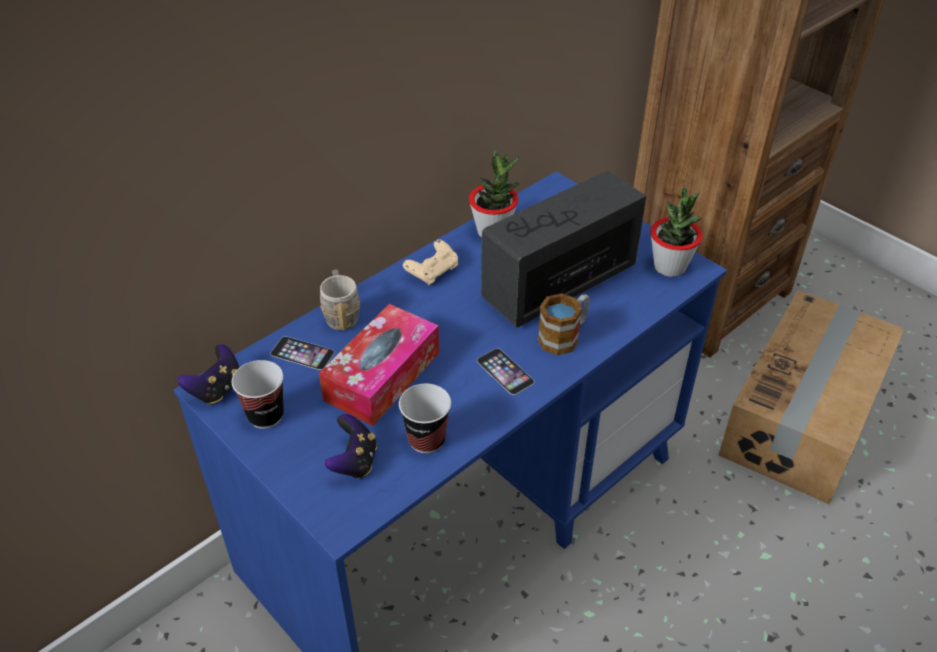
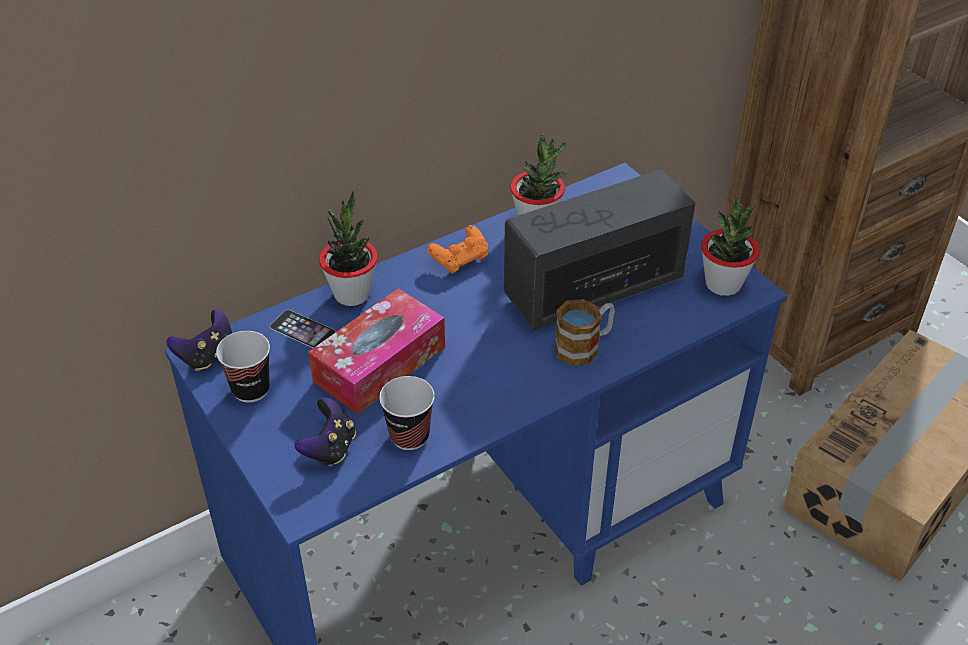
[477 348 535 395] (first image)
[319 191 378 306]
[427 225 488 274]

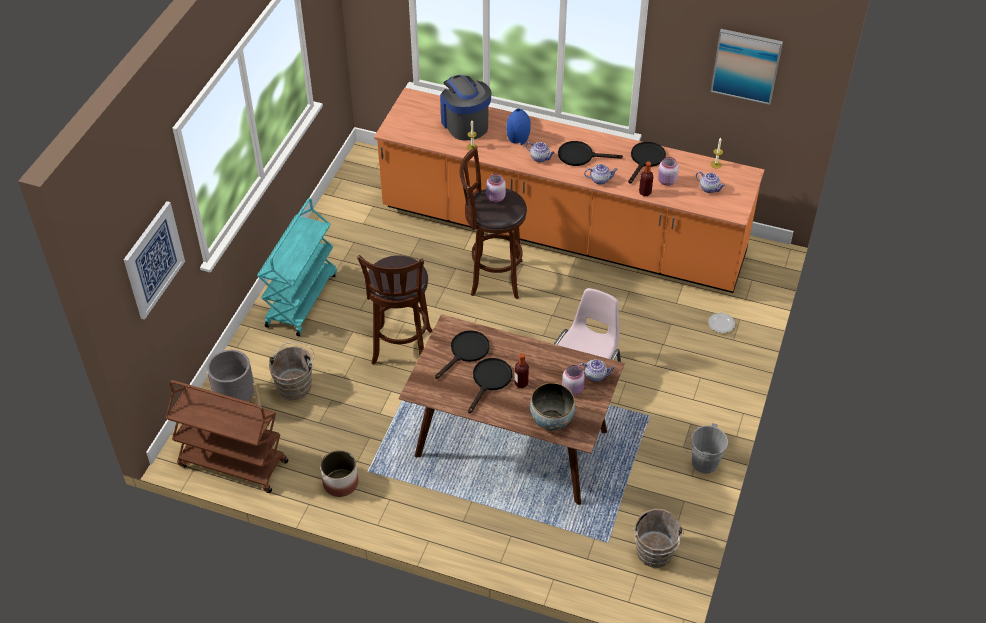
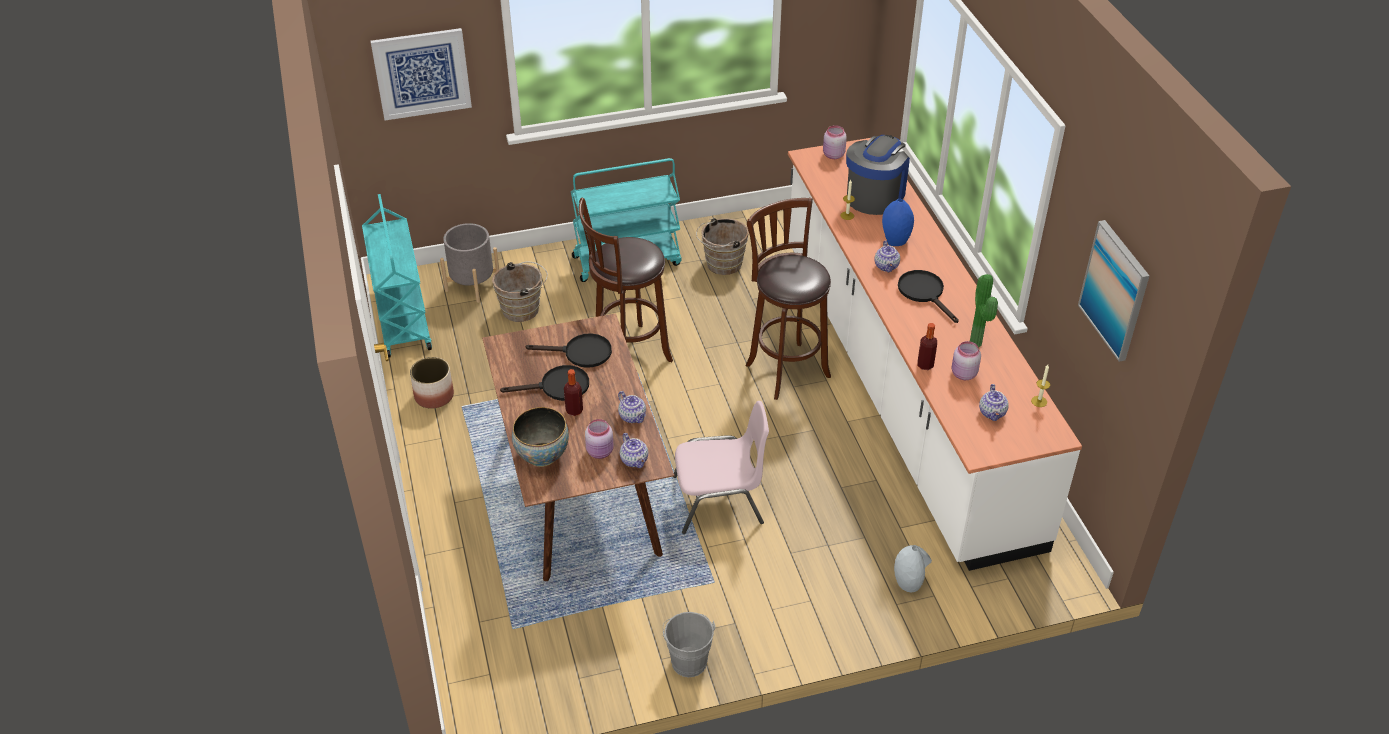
[823 125 847 159]
[618 391 646 423]
[696 218 749 275]
[970 274 998 348]
[894 545 932 592]
[362 194 432 358]
[788 138 1082 571]

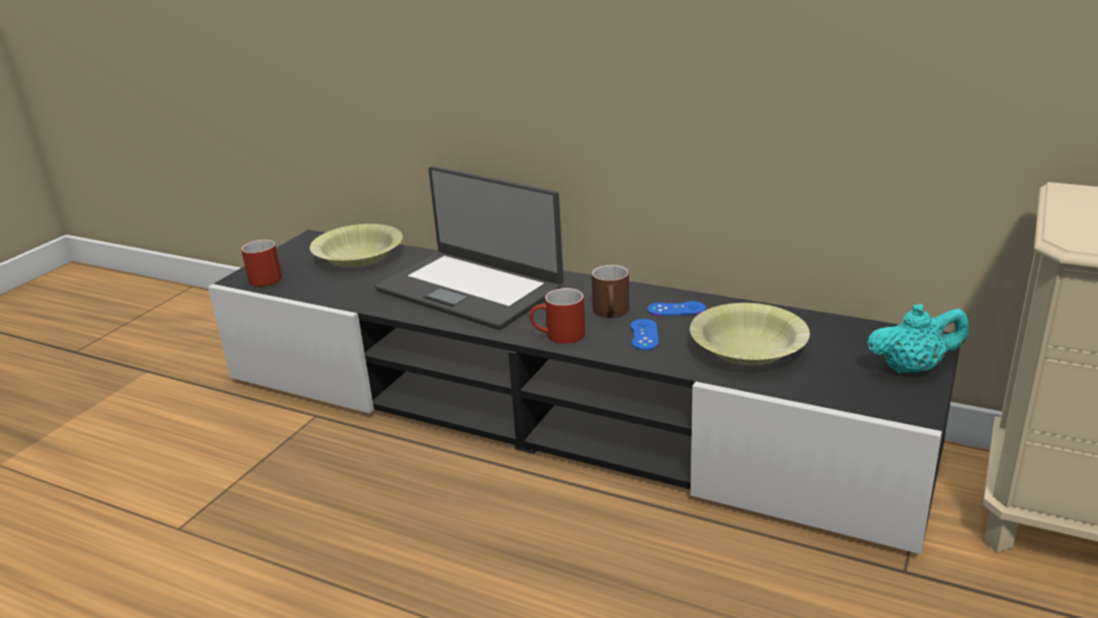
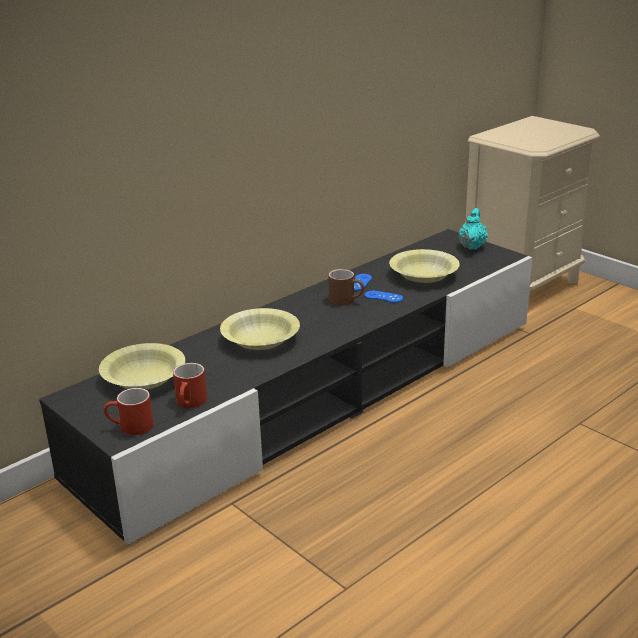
[173 363 207 408]
[220 308 300 350]

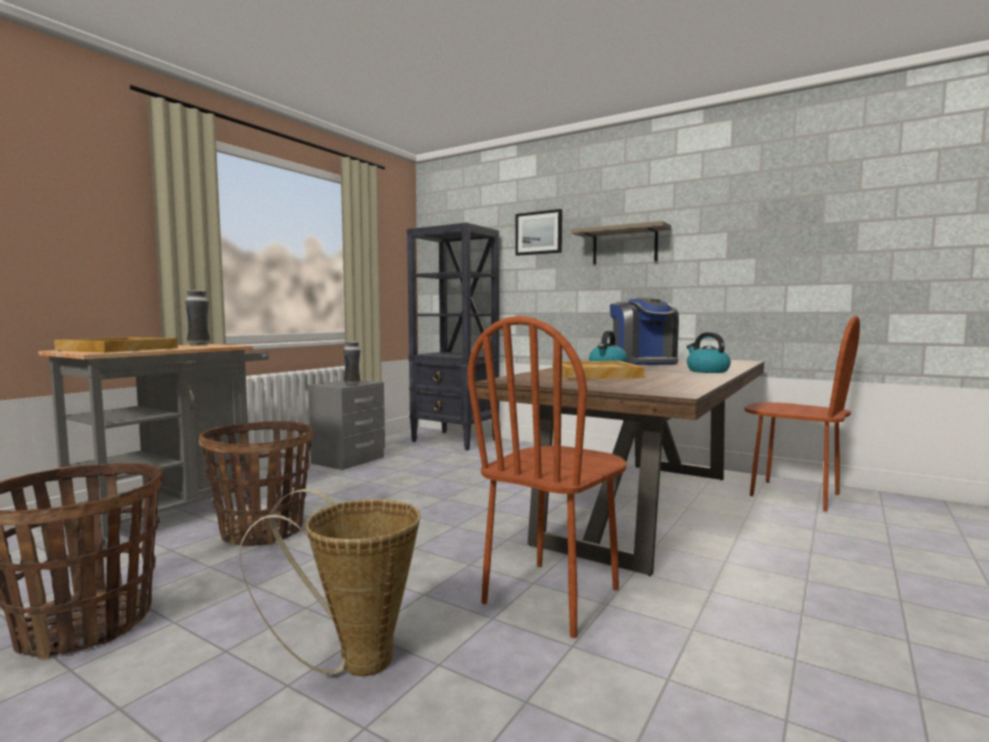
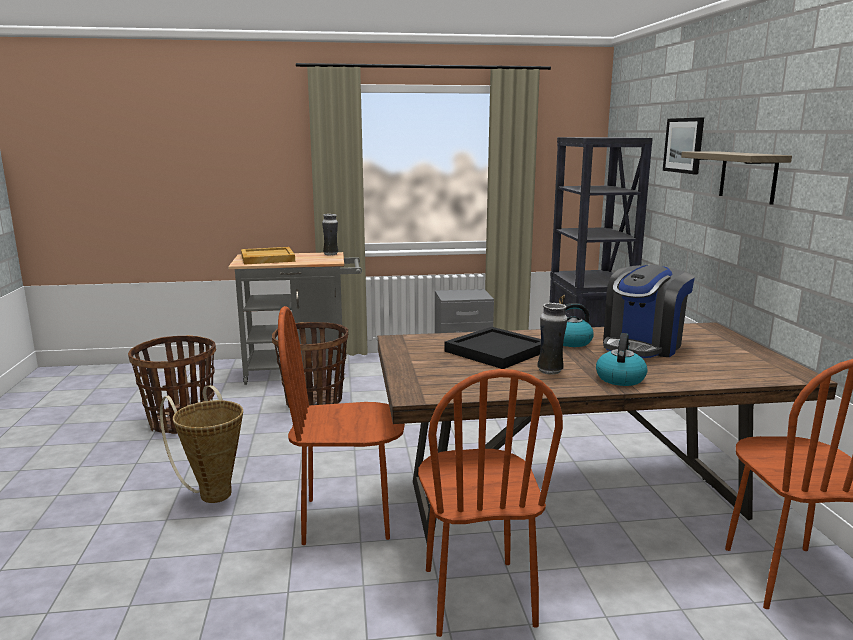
[418 369 563 637]
[537 303 568 375]
[445 327 541 369]

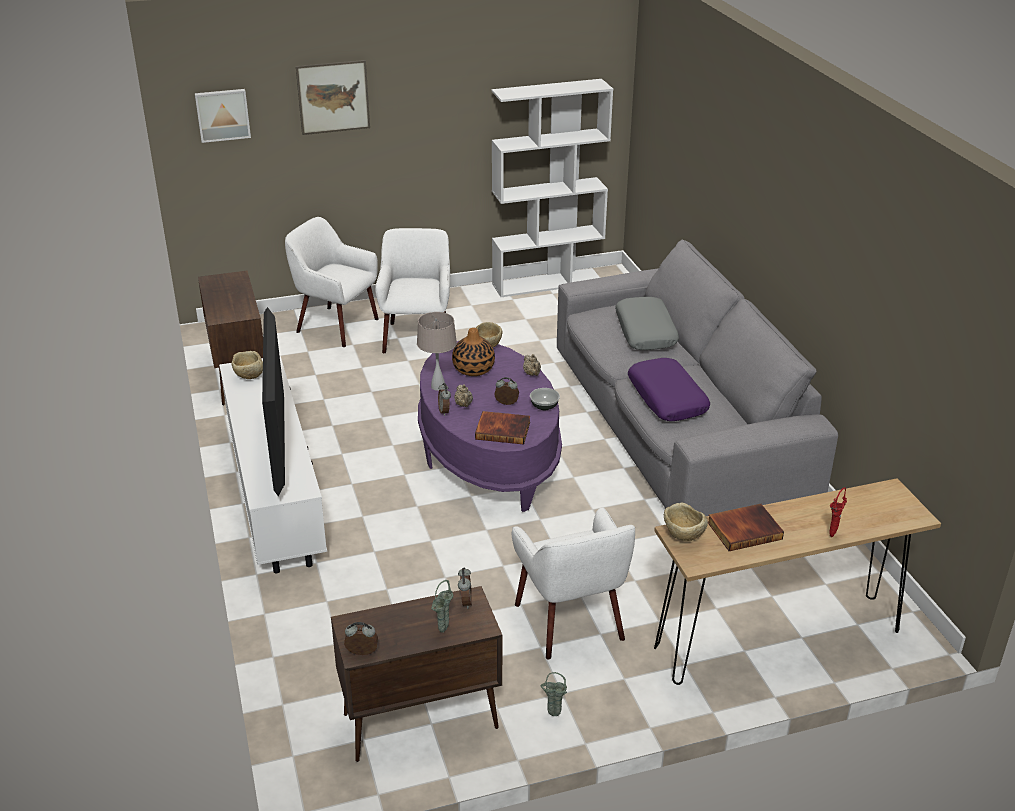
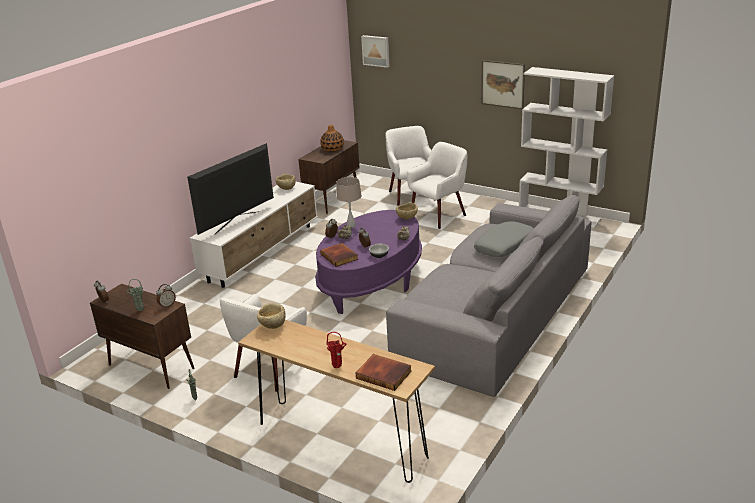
[628 358 710 421] (first image)
[481 60 525 109]
[320 125 344 152]
[356 354 412 391]

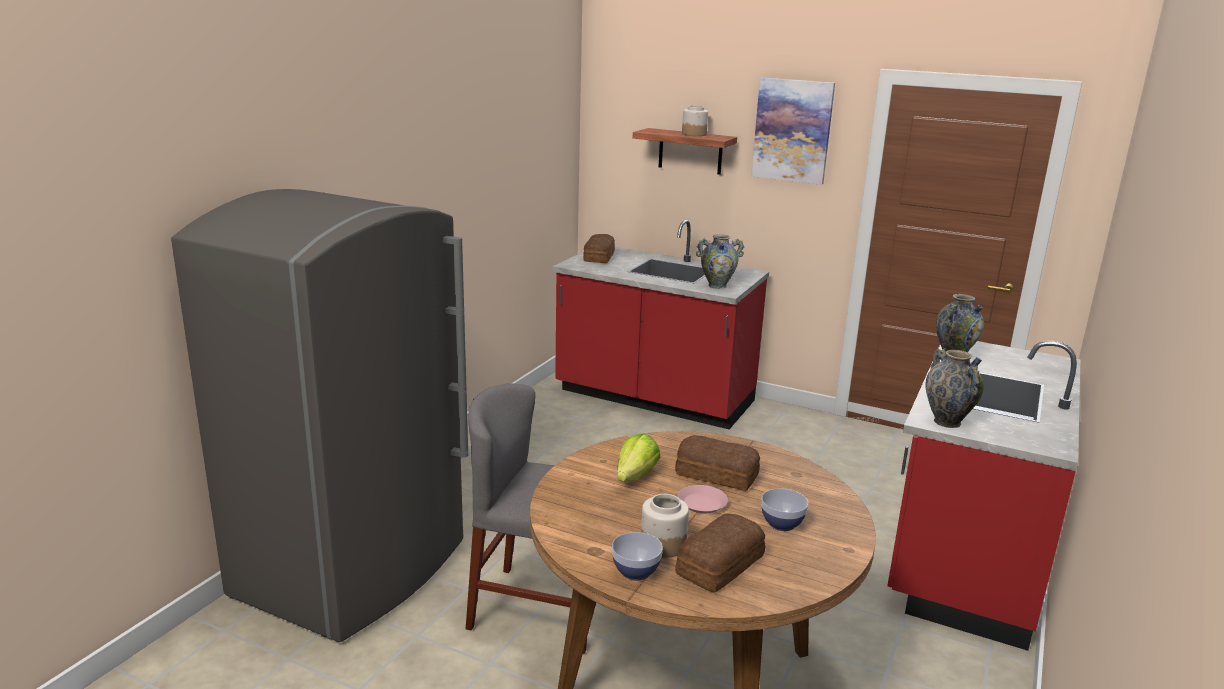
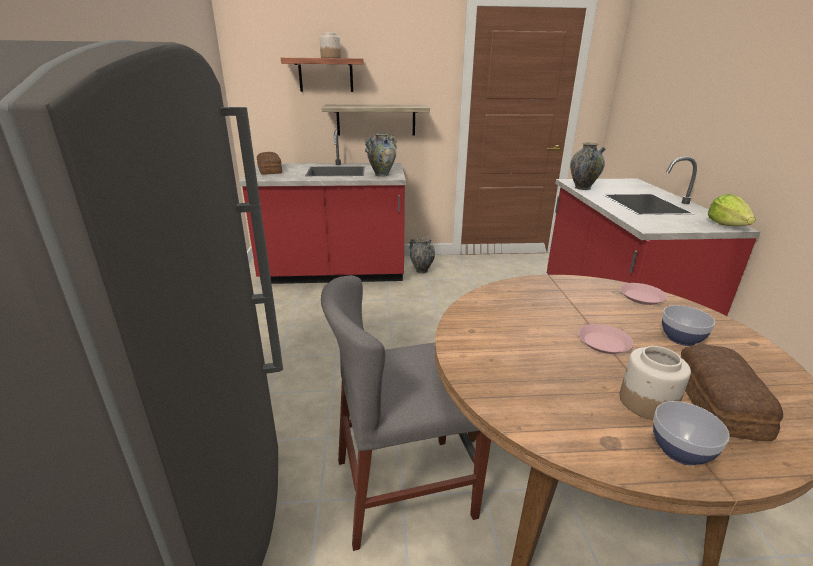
[675 435 760 491] (first image)
[751 78 835 185] (first image)
[322 105 430 135]
[620 283 667 305]
[708 194 756 226]
[409 238 435 274]

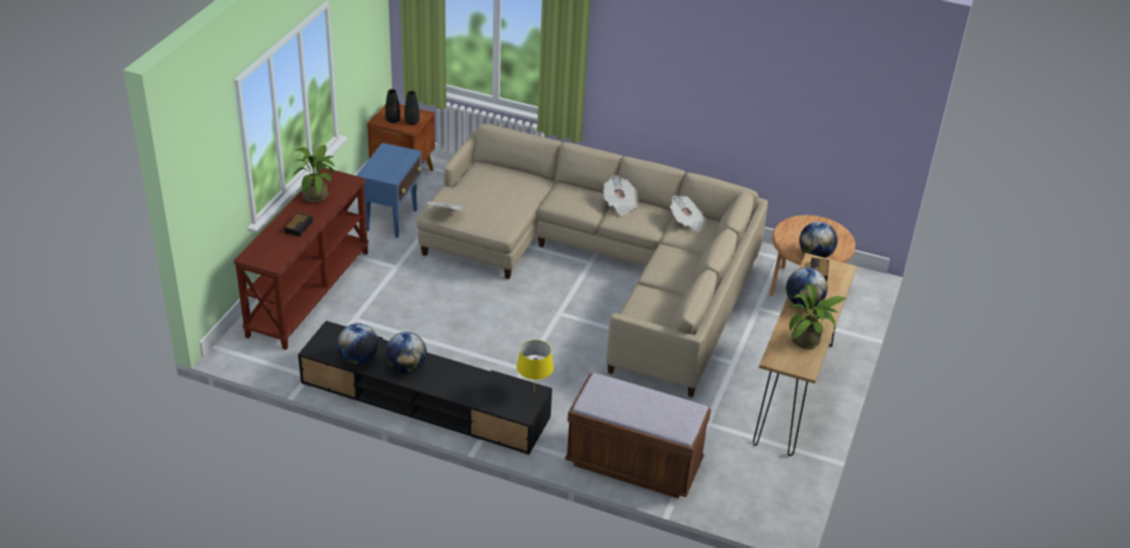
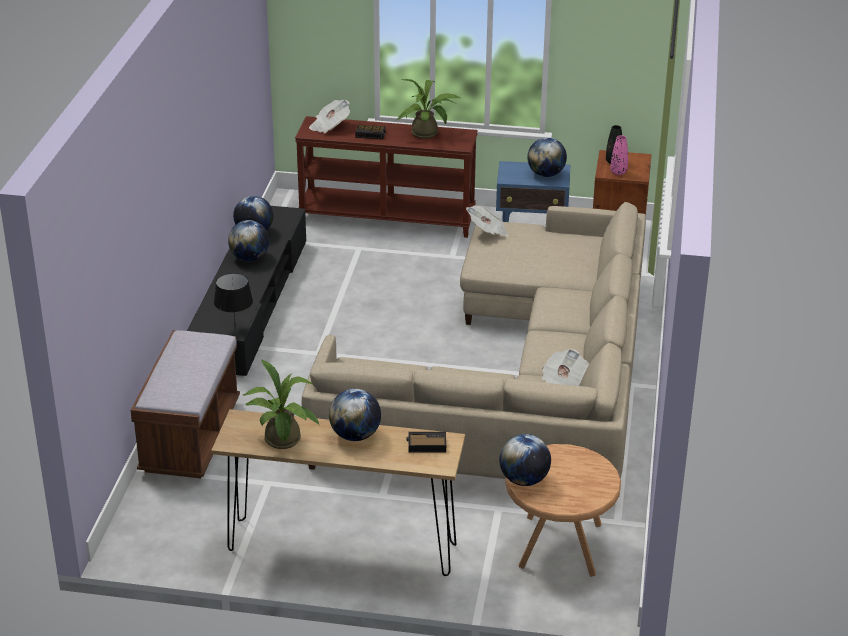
[527 137 567 177]
[309 100 350 133]
[610 135 628 175]
[214 273 253 331]

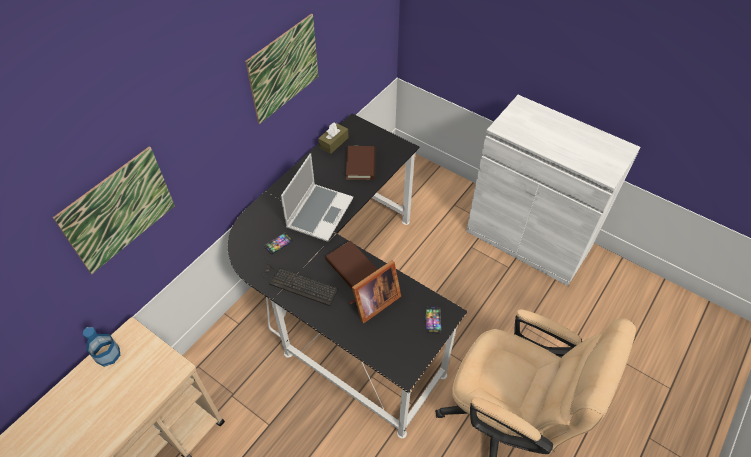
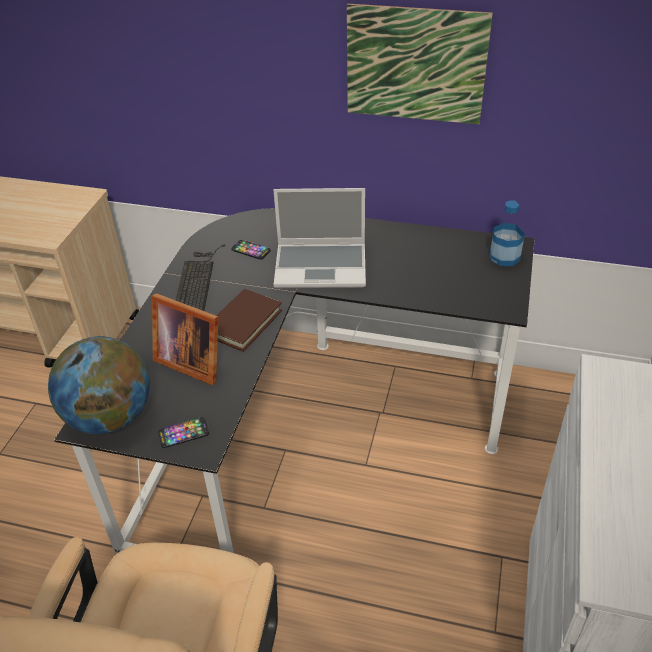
[53 146 175 274] (first image)
[318 122 349 154] (first image)
[346 146 375 180] (first image)
[48 336 150 434]
[490 200 525 266]

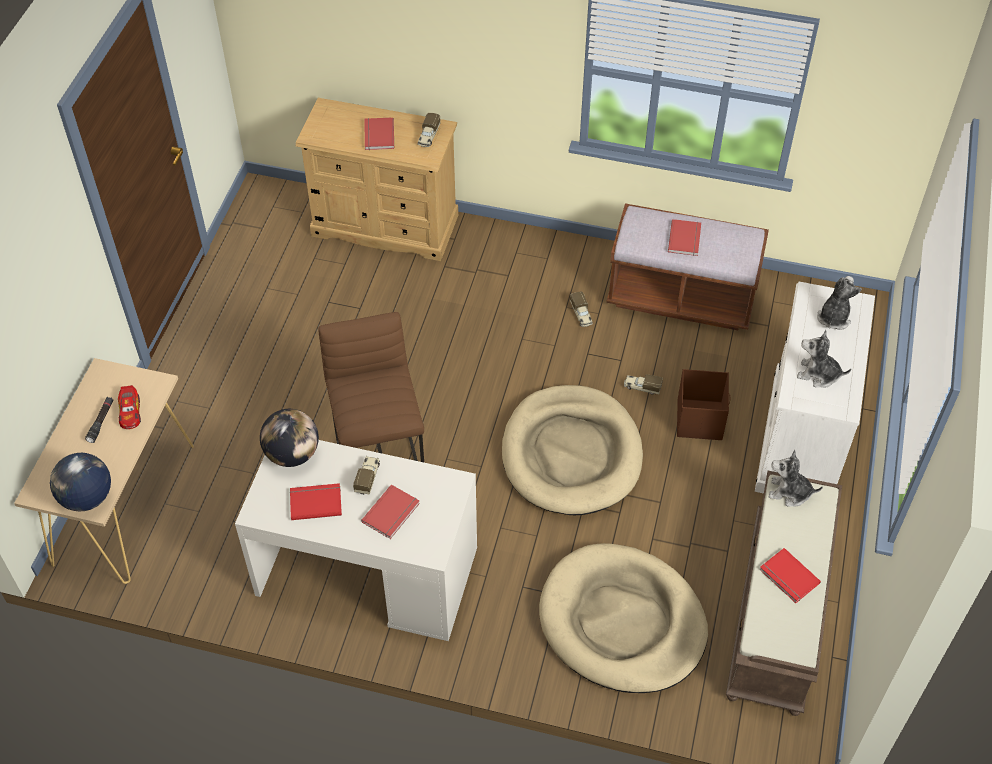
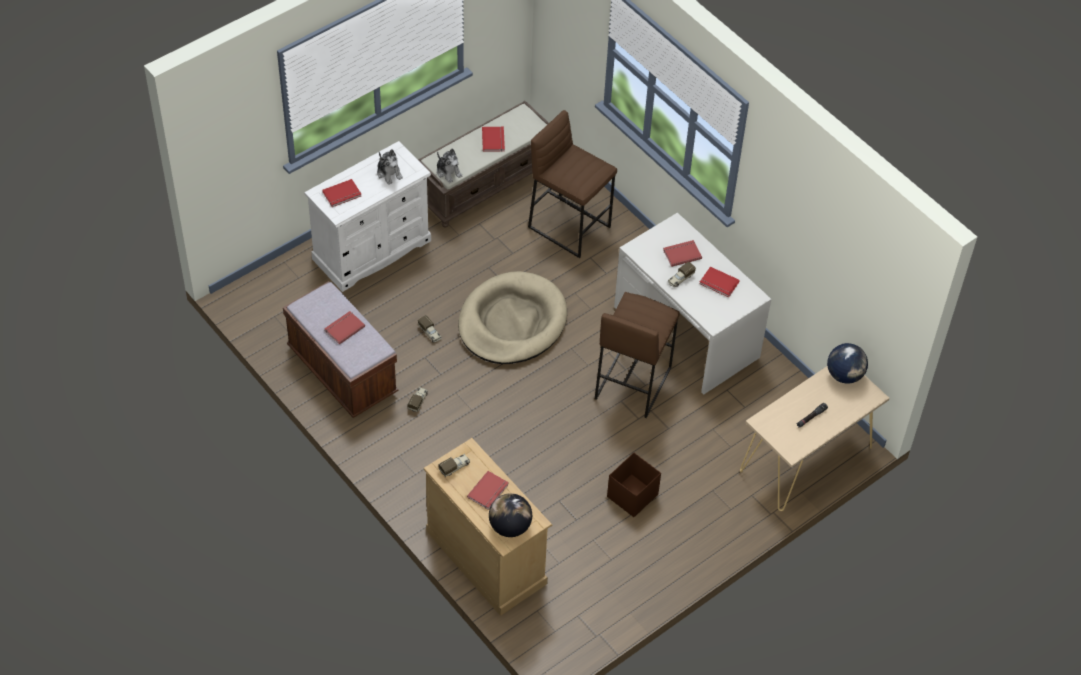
[118 385 141 429] (first image)
[489 493 532 537]
[607 453 661 517]
[528 110 617 258]
[322 179 361 207]

